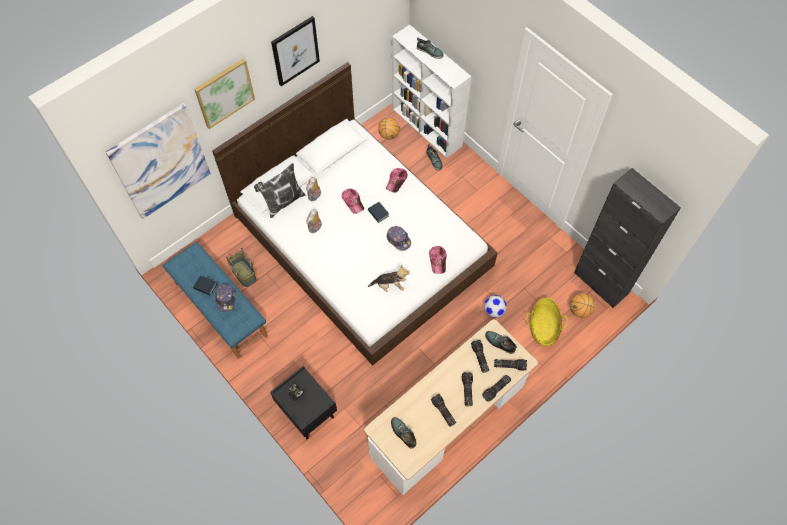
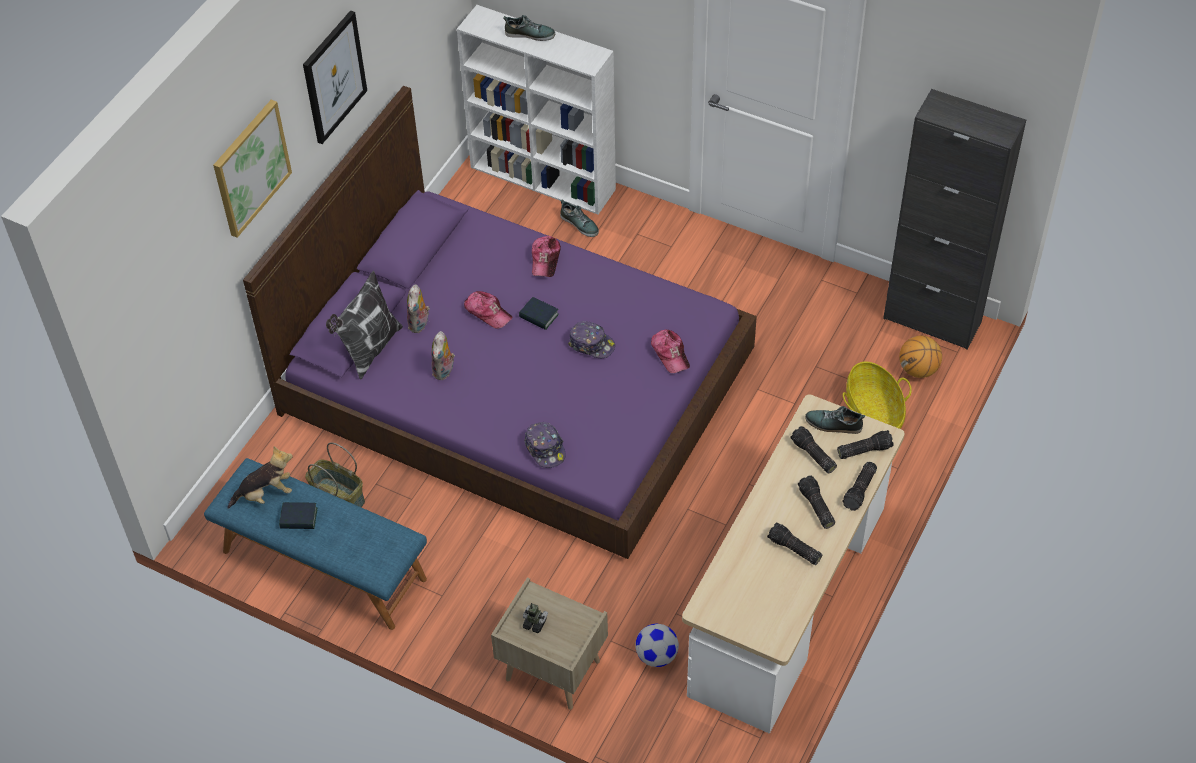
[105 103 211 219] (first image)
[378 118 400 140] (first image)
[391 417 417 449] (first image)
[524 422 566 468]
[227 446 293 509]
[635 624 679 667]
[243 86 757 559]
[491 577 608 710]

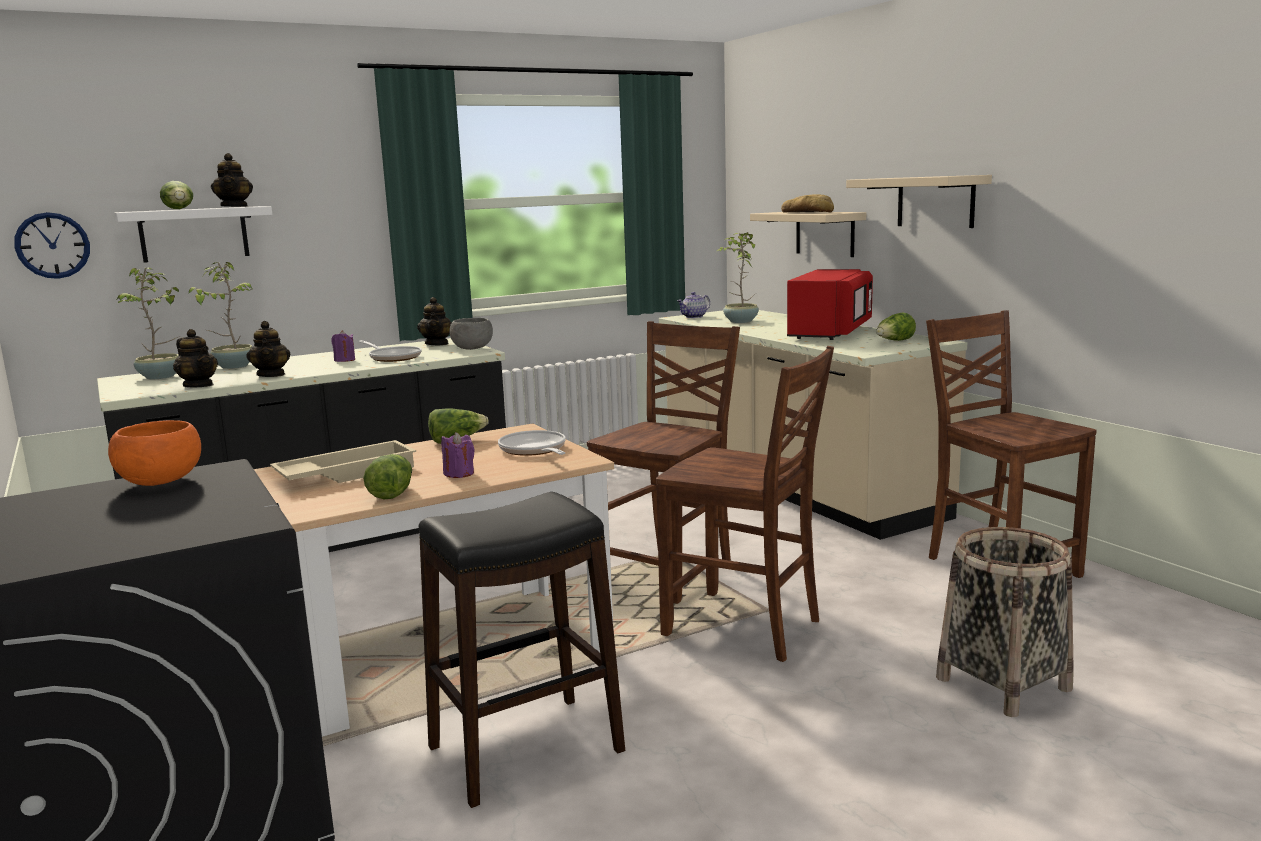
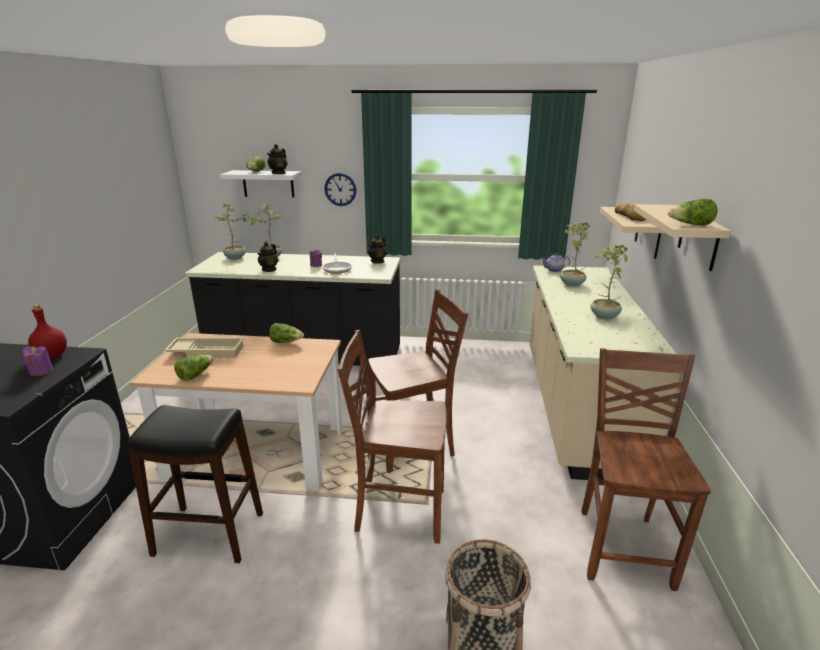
[173 329 218 387] (first image)
[449 318 493 350] (first image)
[498 430 566 456] (first image)
[324 173 356 206]
[22 346 53 377]
[668 199 717 225]
[28 304 67 358]
[590 245 628 320]
[337 330 447 544]

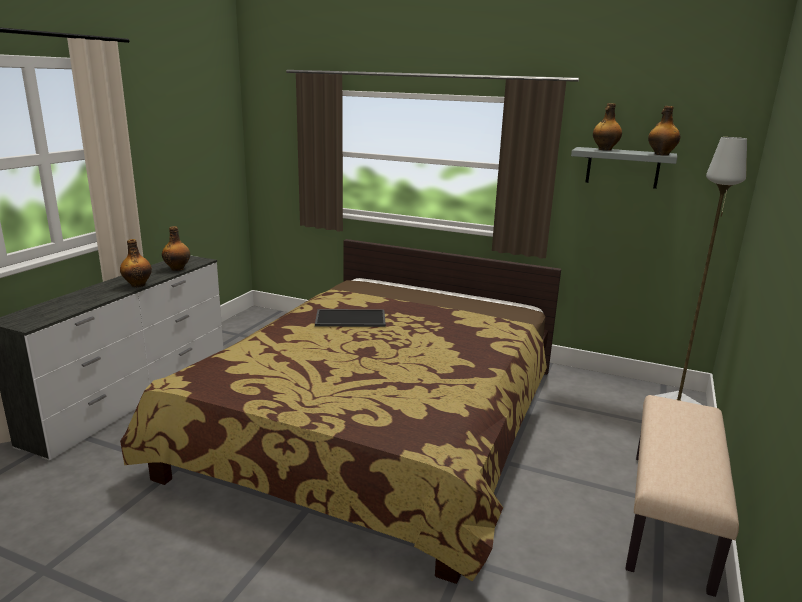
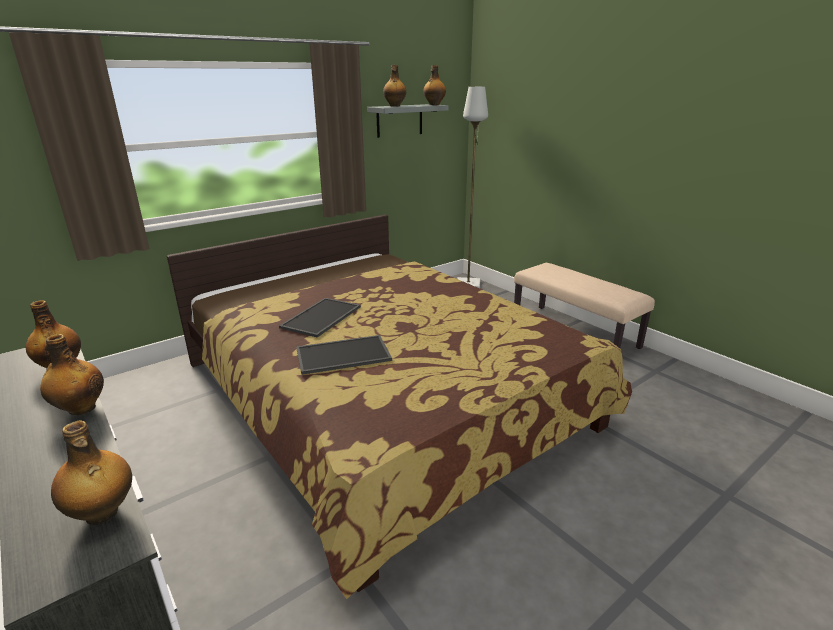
[51 420 132 525]
[296 335 392 375]

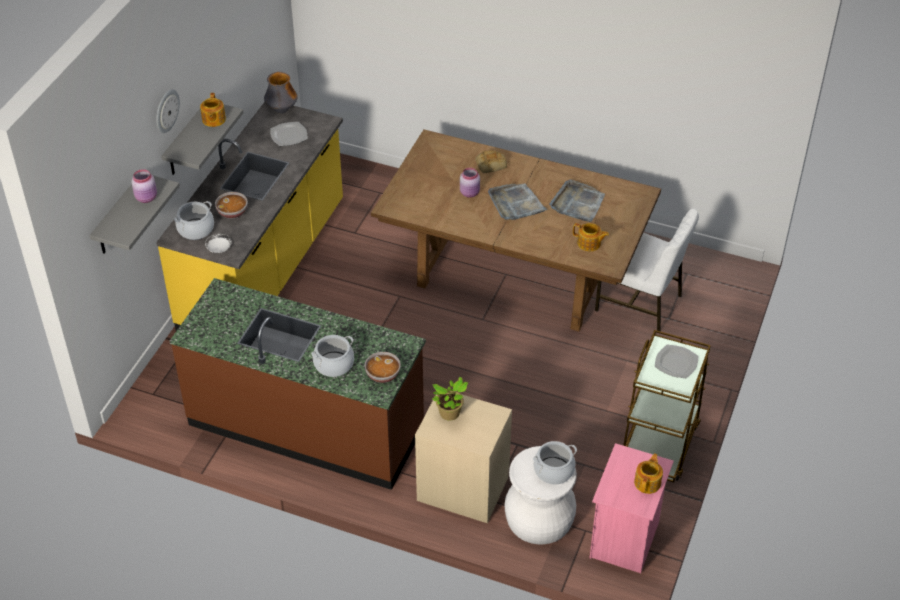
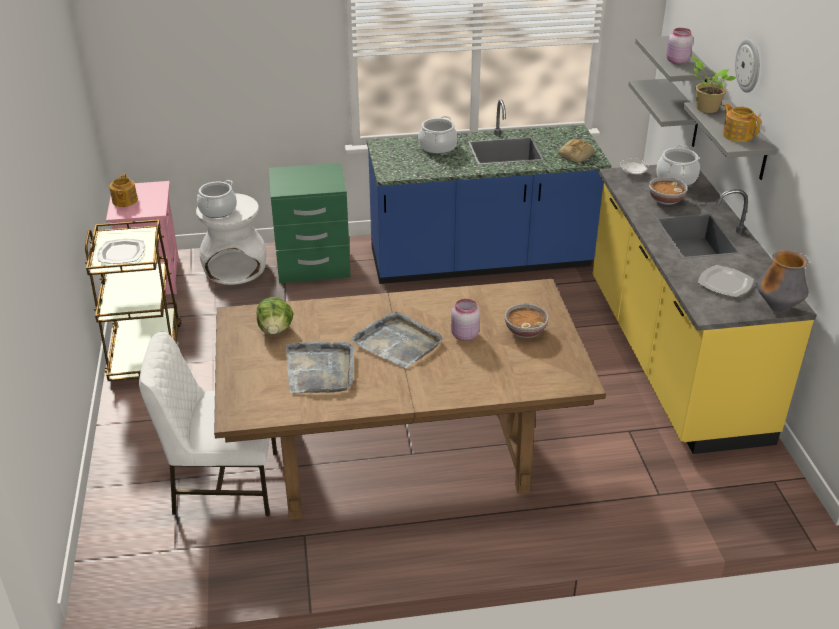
[628 79 698 147]
[505 304 548 338]
[691 55 736 113]
[558 139 595 163]
[257 297 294 335]
[367 99 611 284]
[269 163 351 283]

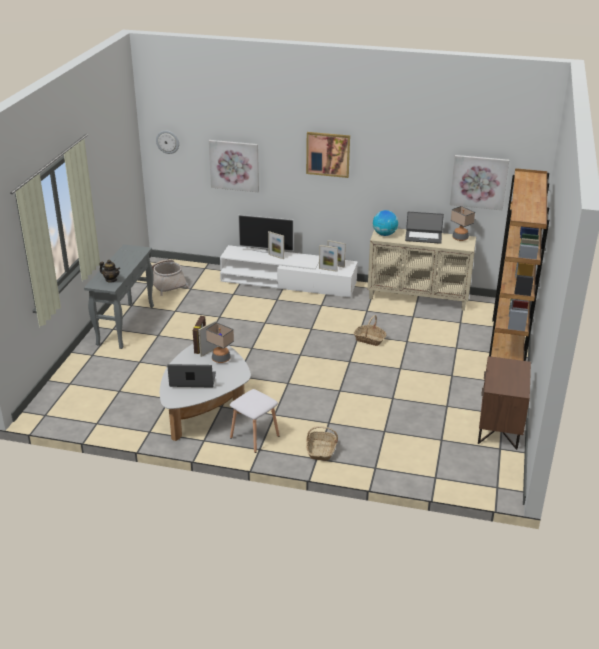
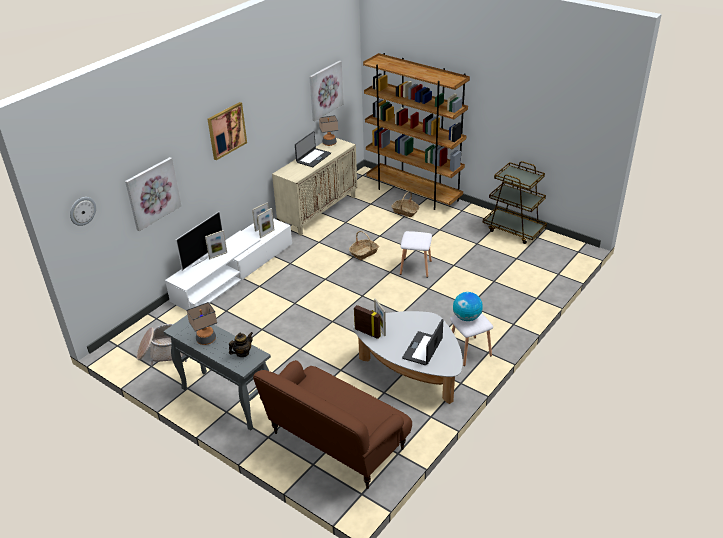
[253 360 412 489]
[400 231 432 277]
[186 302 217 345]
[392 191 420 217]
[453 292 483 321]
[483 161 547 244]

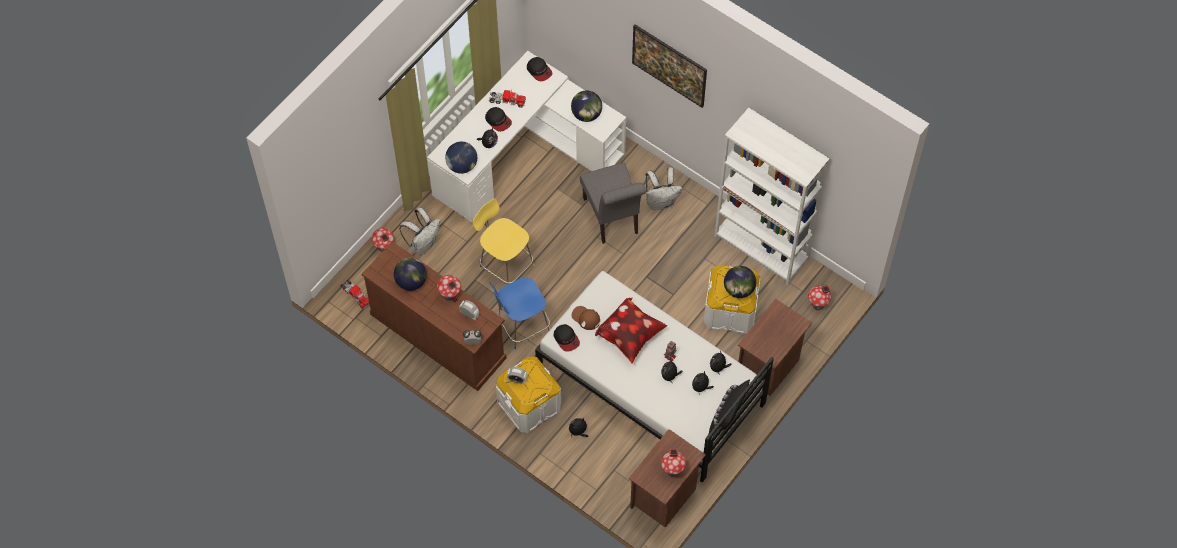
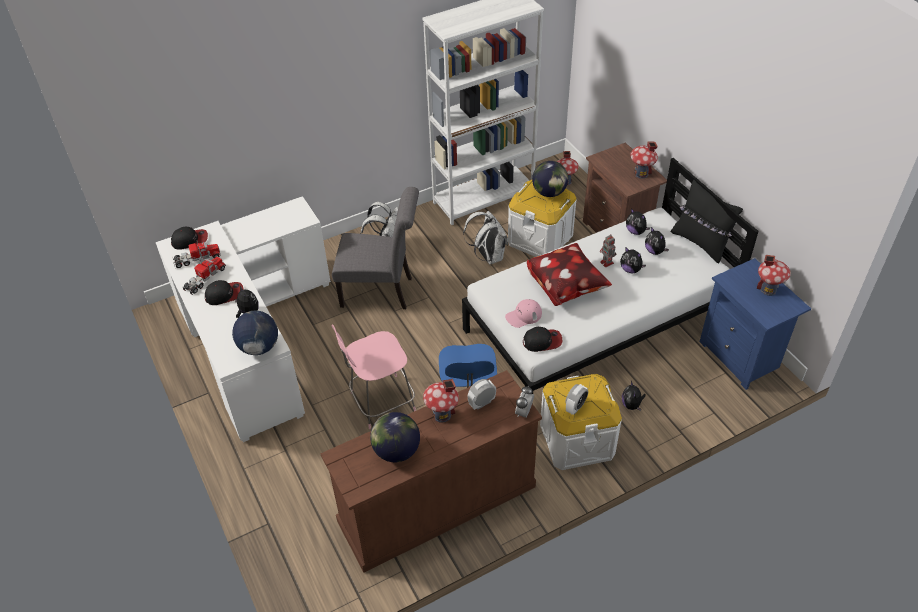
[571 91 602 122] (first image)
[632 24 707 108] (first image)
[173 241 221 268]
[630 142 658 179]
[463 211 508 264]
[332 324 416 429]
[505 299 542 328]
[700 258 811 390]

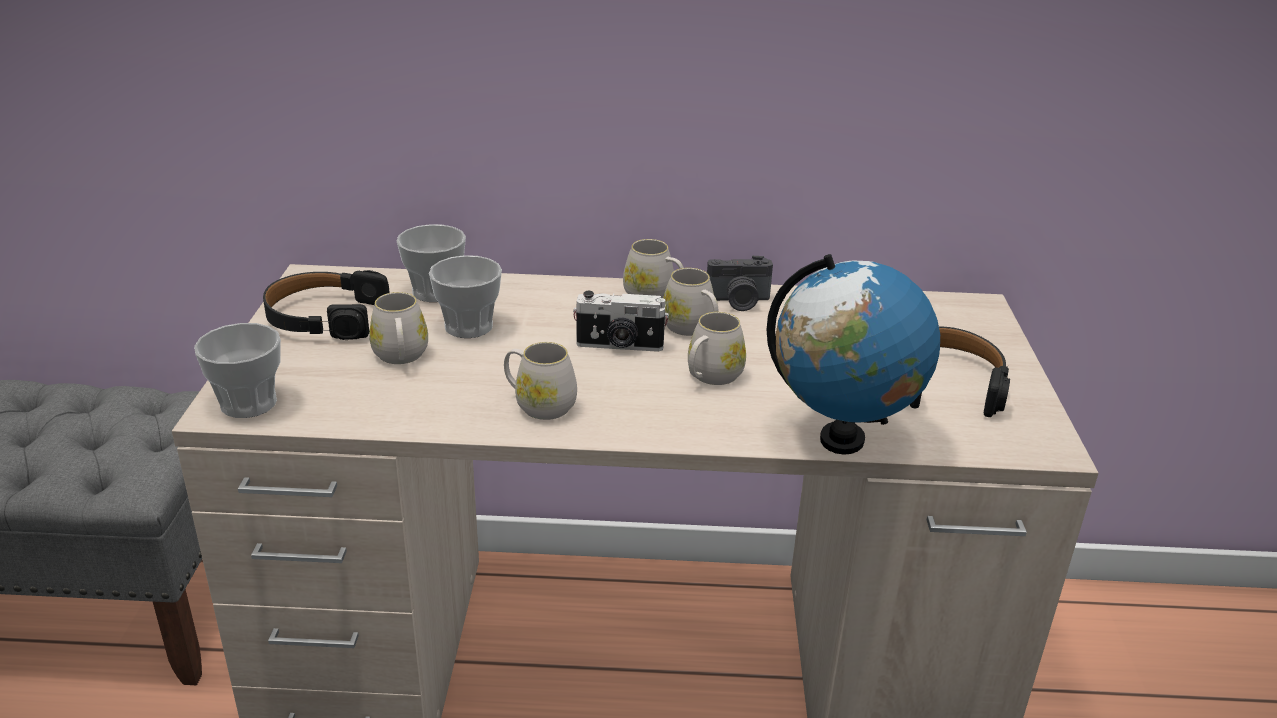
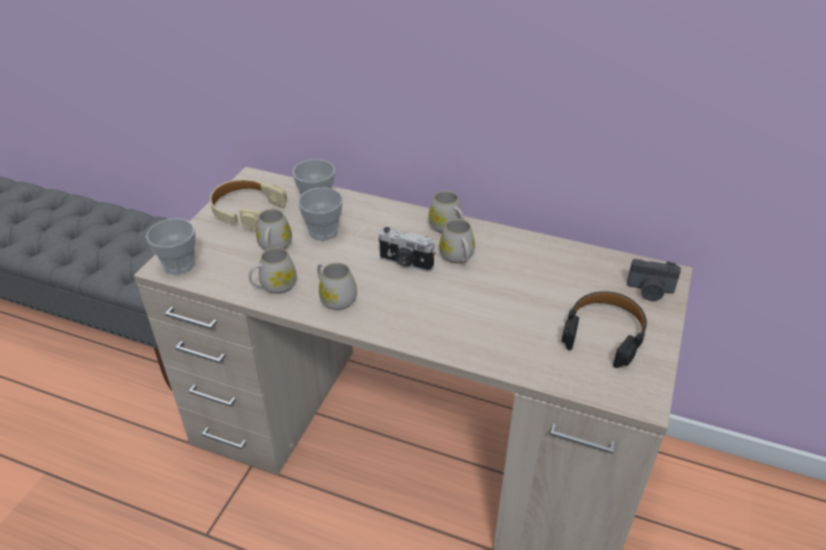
[767 254 940 455] (first image)
[249 247 297 294]
[627 259 681 301]
[210 179 287 230]

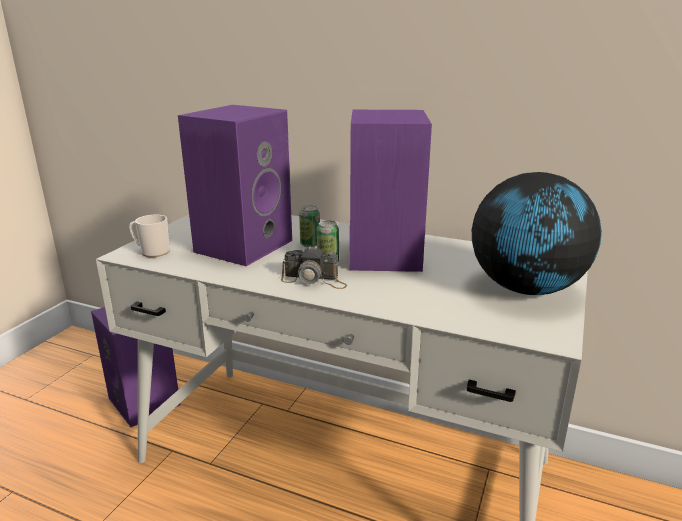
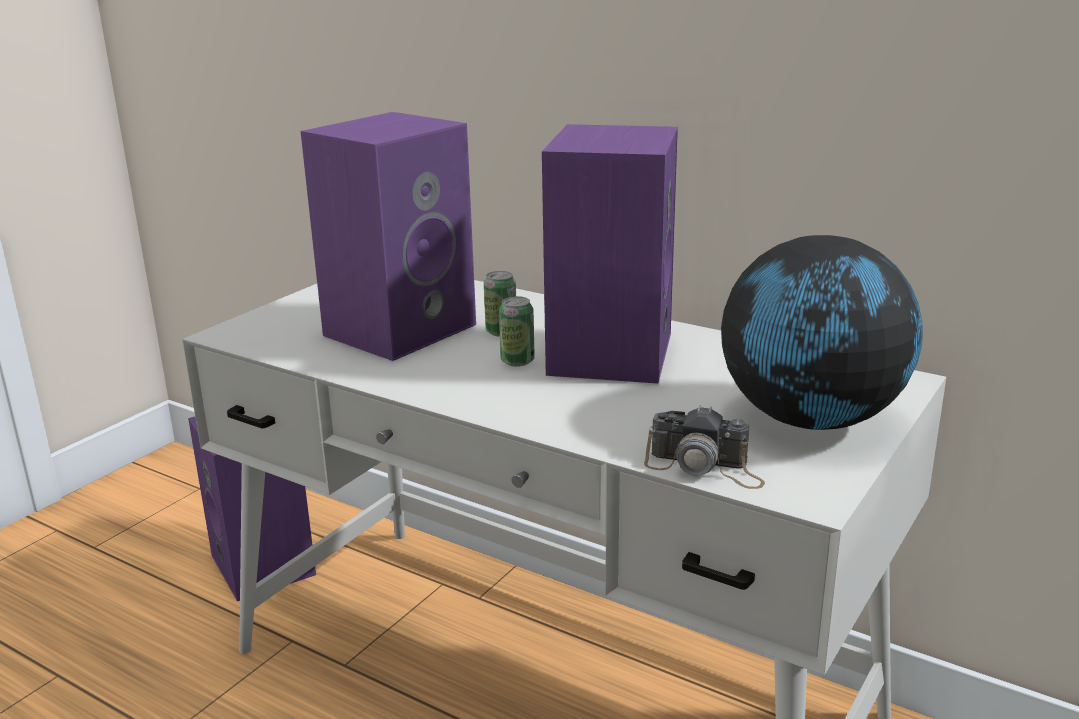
[129 215 170 257] (first image)
[644 405 765 489]

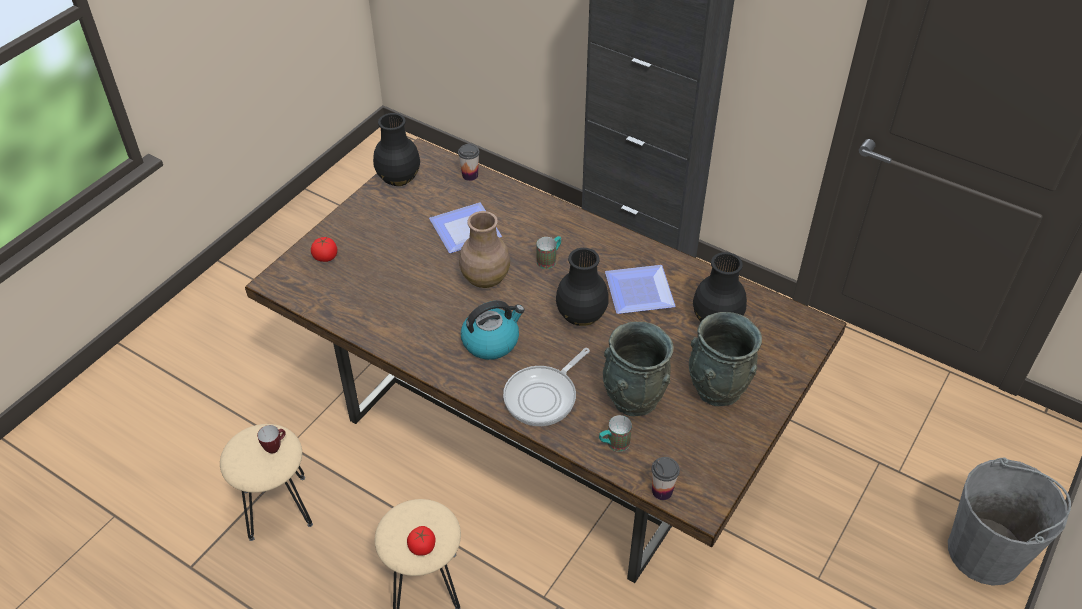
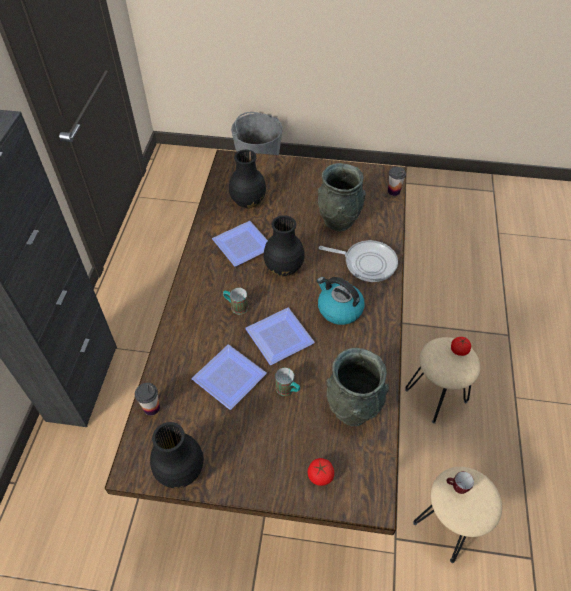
[275 368 300 396]
[326 348 389 426]
[245 308 315 365]

